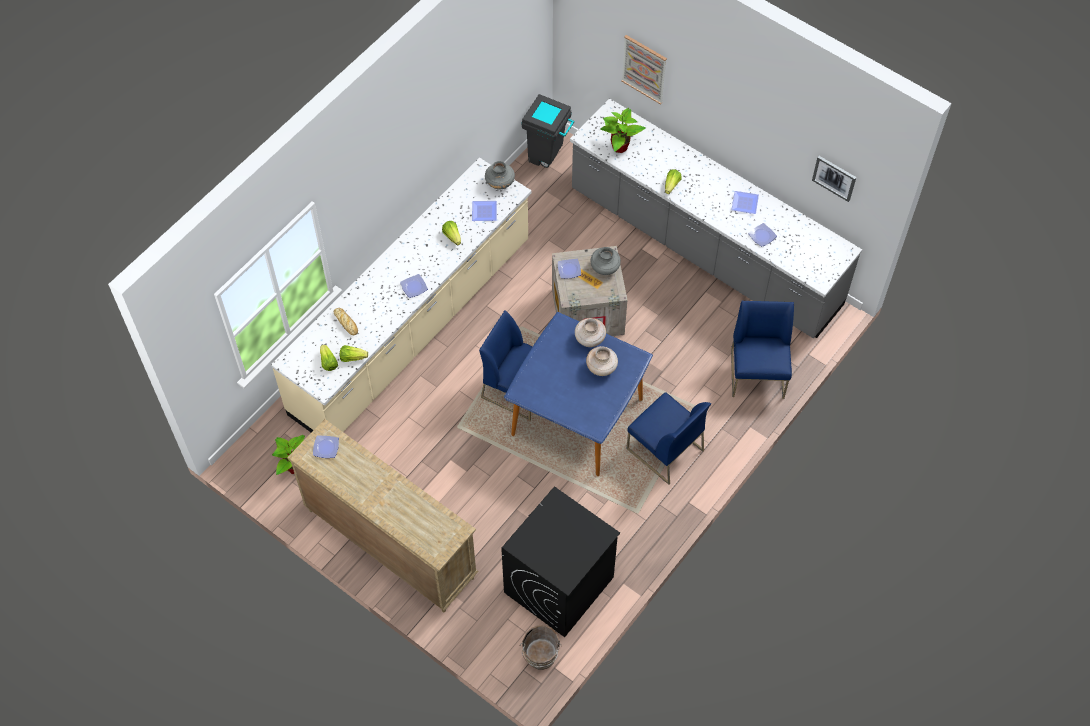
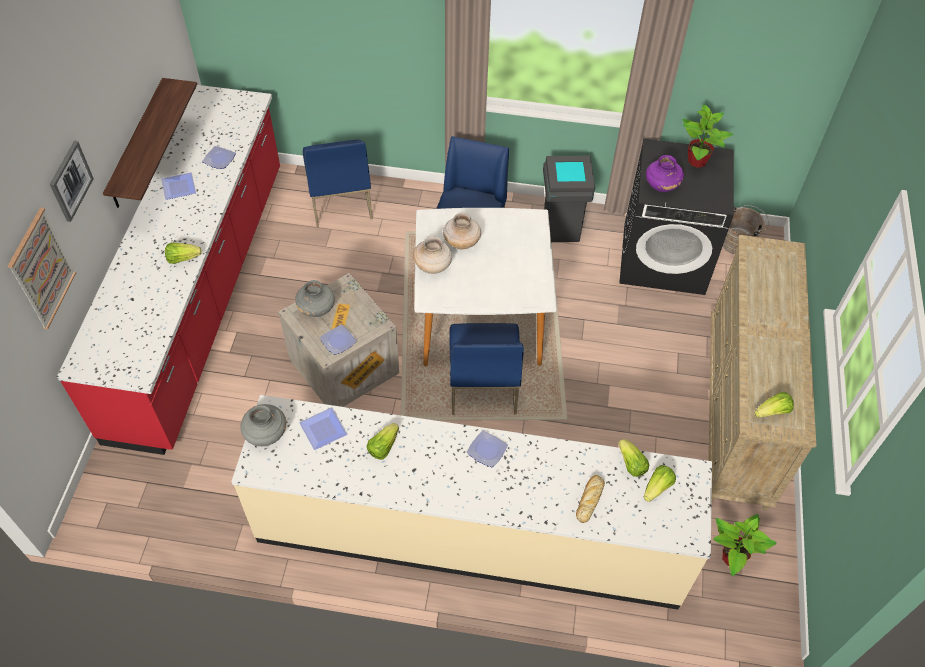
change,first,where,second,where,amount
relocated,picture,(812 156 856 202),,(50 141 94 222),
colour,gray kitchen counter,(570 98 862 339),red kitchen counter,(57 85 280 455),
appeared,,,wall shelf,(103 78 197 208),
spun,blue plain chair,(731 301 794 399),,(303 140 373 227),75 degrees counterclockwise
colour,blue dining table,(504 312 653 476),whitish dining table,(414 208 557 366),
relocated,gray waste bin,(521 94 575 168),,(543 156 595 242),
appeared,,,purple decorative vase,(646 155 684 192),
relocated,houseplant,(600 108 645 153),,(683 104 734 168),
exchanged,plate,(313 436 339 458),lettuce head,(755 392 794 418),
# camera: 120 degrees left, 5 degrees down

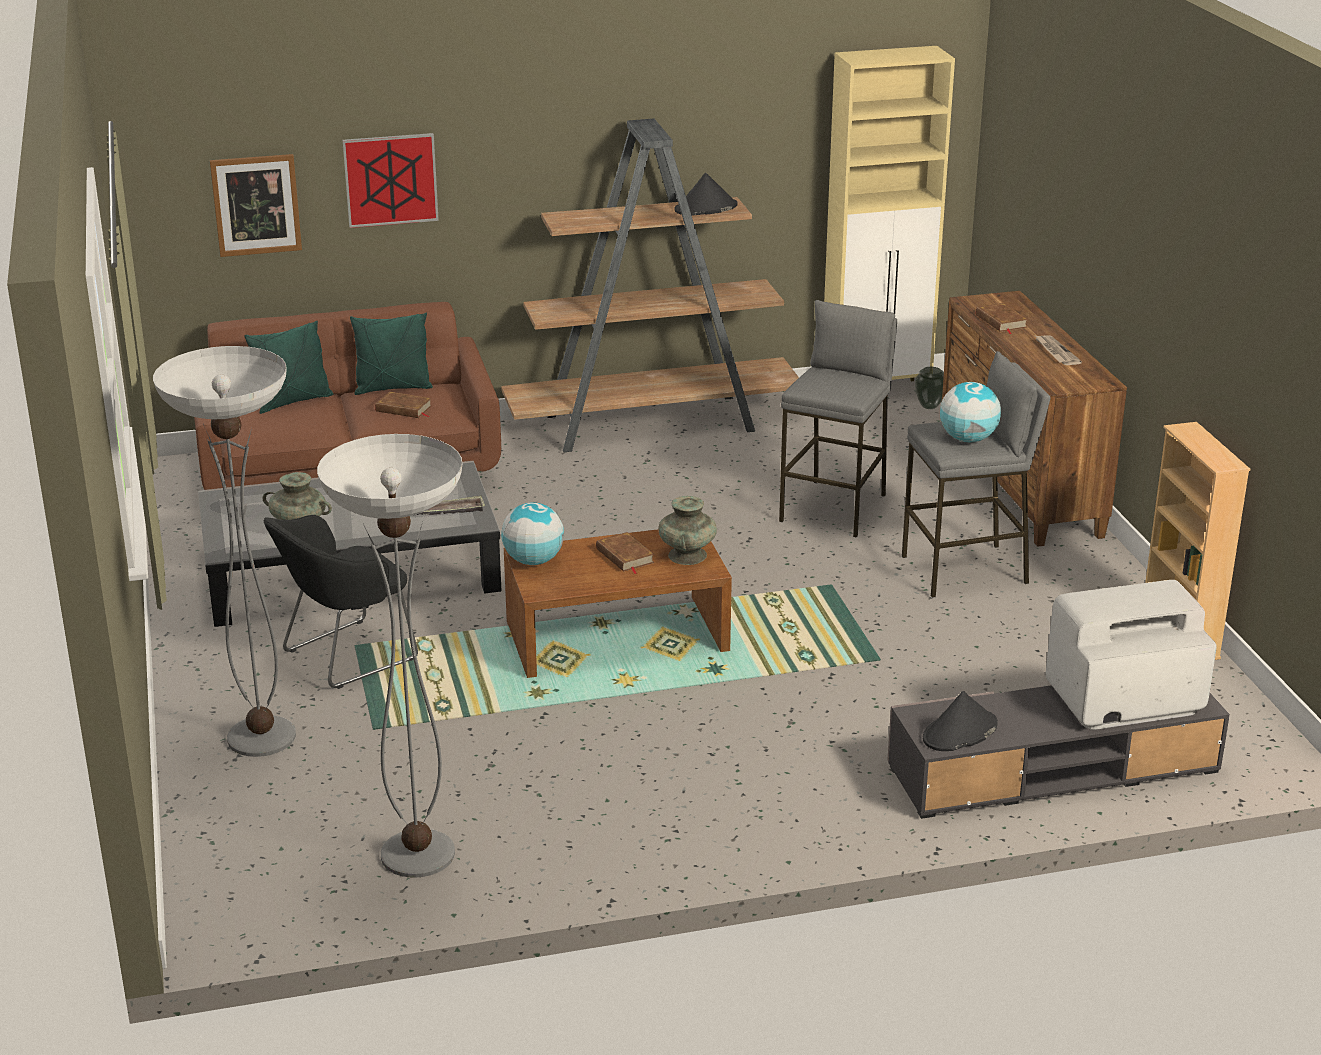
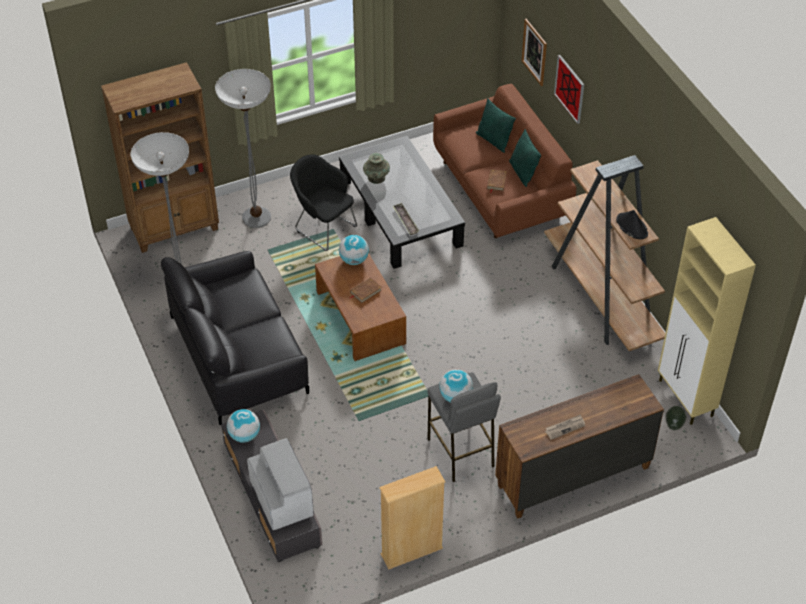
change,first,where,second,where,amount
appeared,,,brown bookshelf,(101 62 219 253),
appeared,,,black settee,(161 251 309 425),
exchanged,black clothing hat,(923 691 998 751),globe,(227 409 260 442),
missing,blue-green decorative vase,(658 496 717 565),,,
missing,gray stool seat,(779 300 897 538),,,
missing,brown bound book,(976 303 1028 334),,,
# camera: 80 degrees right, 20 degrees up

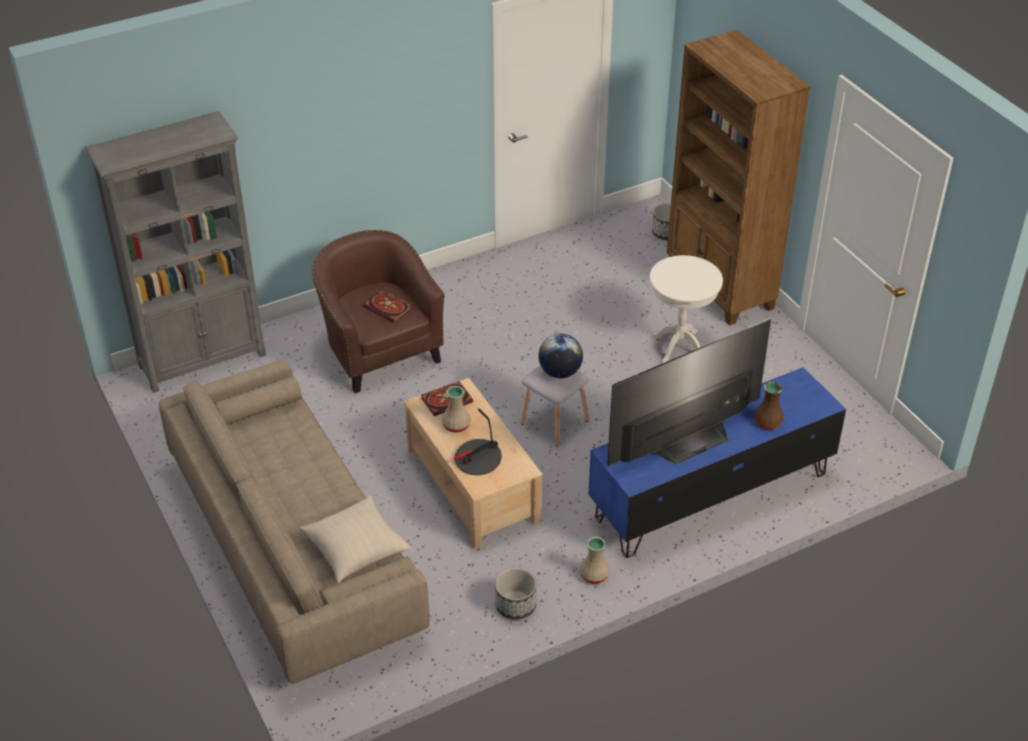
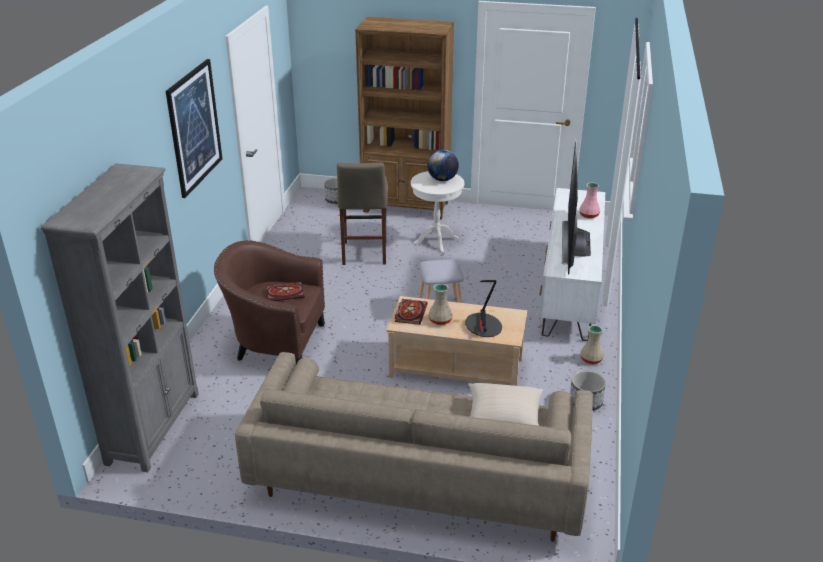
change,first,where,second,where,amount
appeared,,,picture,(166 59 222 198),
appeared,,,sand-coloured stool seat,(337 162 388 265),
relocated,globe,(538 334 583 378),,(427 149 459 181),
colour,blue tv unit,(588 367 846 558),whitish tv unit,(539 188 605 341),
colour,brown decorative vase,(754 382 784 429),pink decorative vase,(579 183 600 219),
# camera: 50 degrees left, 10 degrees down

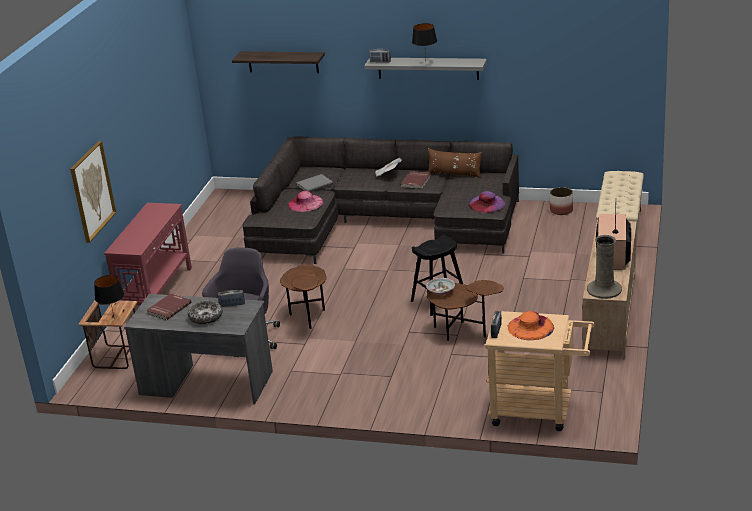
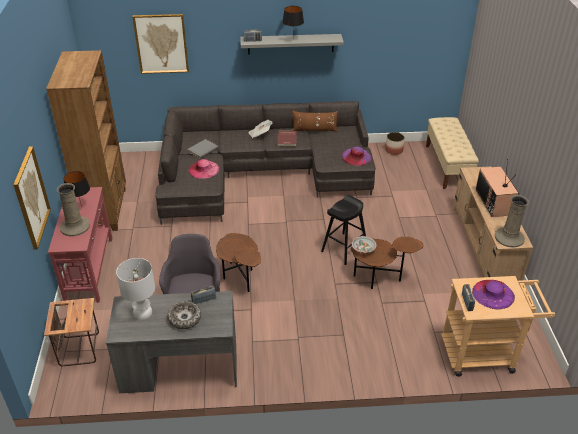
change,first,where,second,where,amount
appeared,,,brown bookshelf,(46 50 126 231),
appeared,,,sand-coloured decorative vase,(57 183 90 236),
relocated,black tabletop lamp,(94 275 124 316),,(64 171 90 208),
exchanged,red bound book,(146 293 191 320),whitish tabletop lamp,(116 258 155 320),
exchanged,wall shelf,(232 52 325 73),picture,(132 14 189 74),
colour,orange clothing hat,(508 311 554 340),purple clothing hat,(472 280 515 309),
# camera: 20 degrees left, 10 degrees up

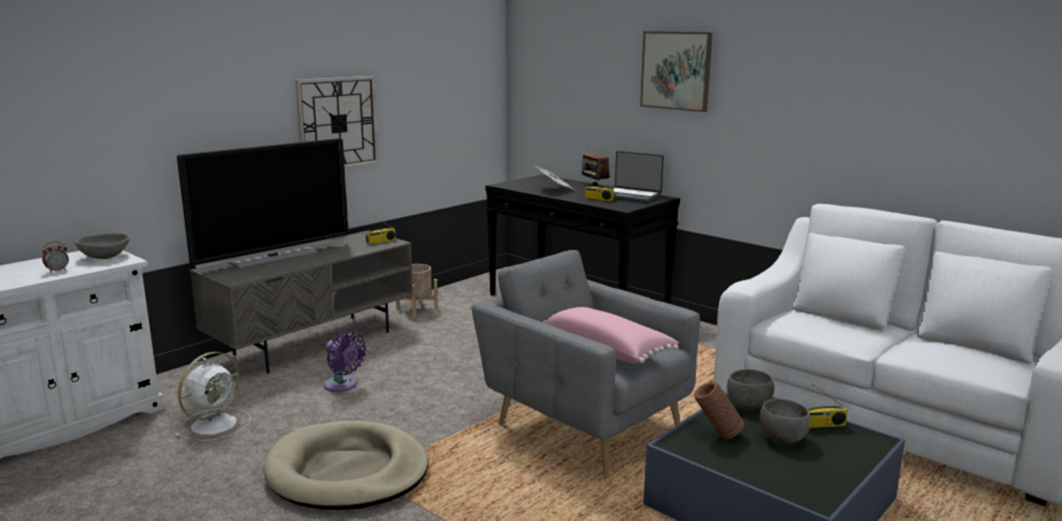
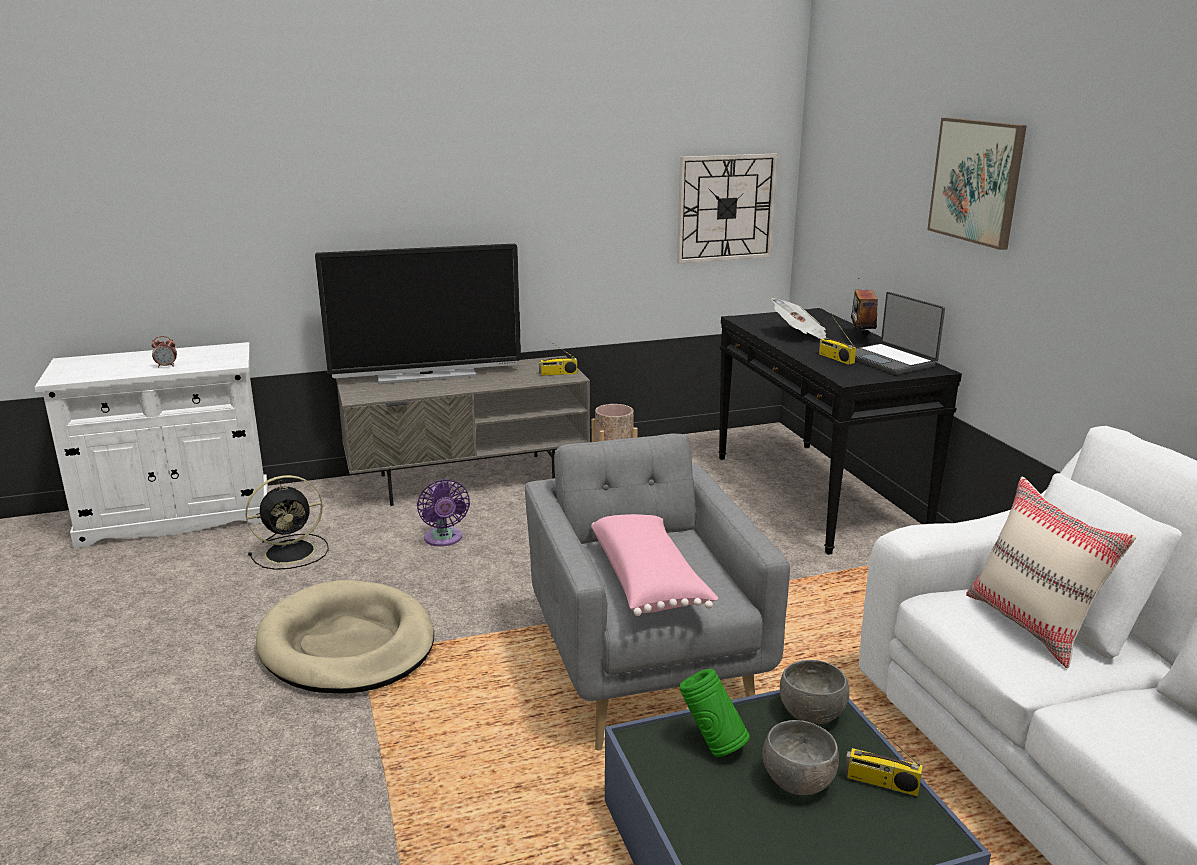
change,first,where,second,where,amount
colour,whitish fan,(174 352 251 441),black fan,(246 475 329 570),
relocated,hanging clock,(295 76 379 168),,(677 154 778 263),
colour,brown decorative vase,(694 381 744 439),green decorative vase,(679 669 750 757),
appeared,,,sand-coloured cushion,(966 477 1136 668),
missing,gray bowl,(75 233 130 259),,,
# camera: 30 degrees right, 5 degrees up

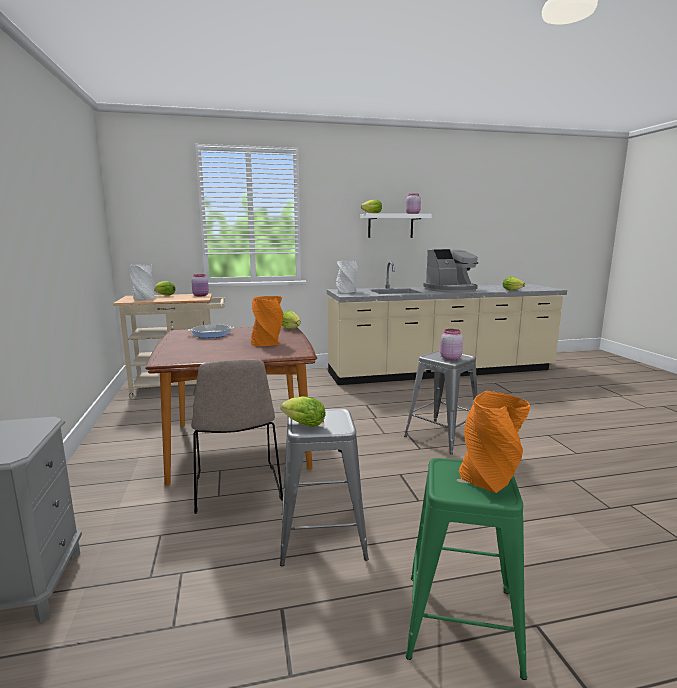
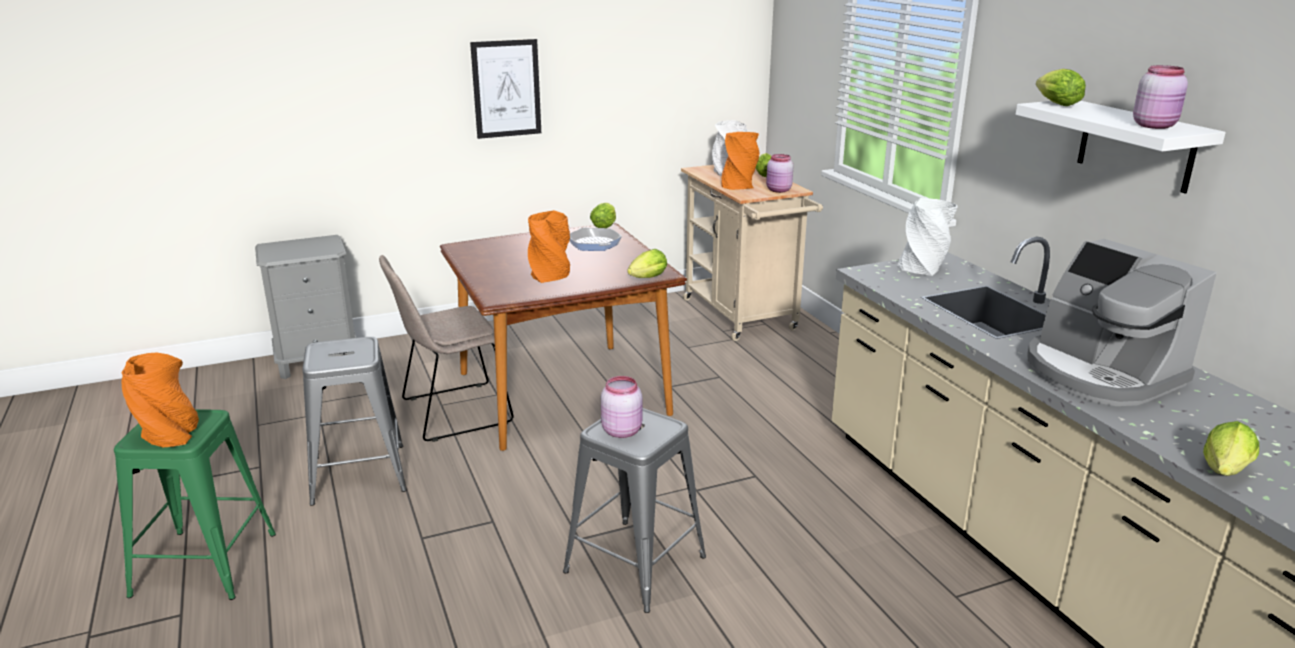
change,first,where,second,where,amount
appeared,,,picture,(470 39 541 139),
relocated,lettuce head,(280 396 326 427),,(590 203 616 228),
appeared,,,orange decorative vase,(721 132 760 190),
# camera: 80 degrees right, 10 degrees up

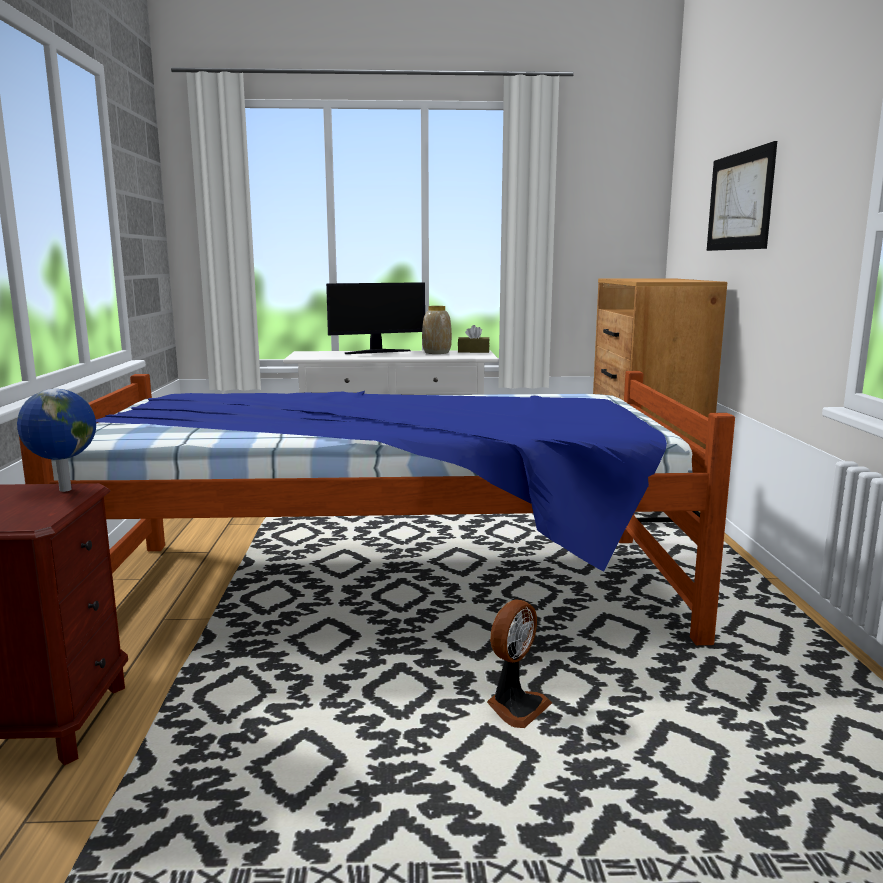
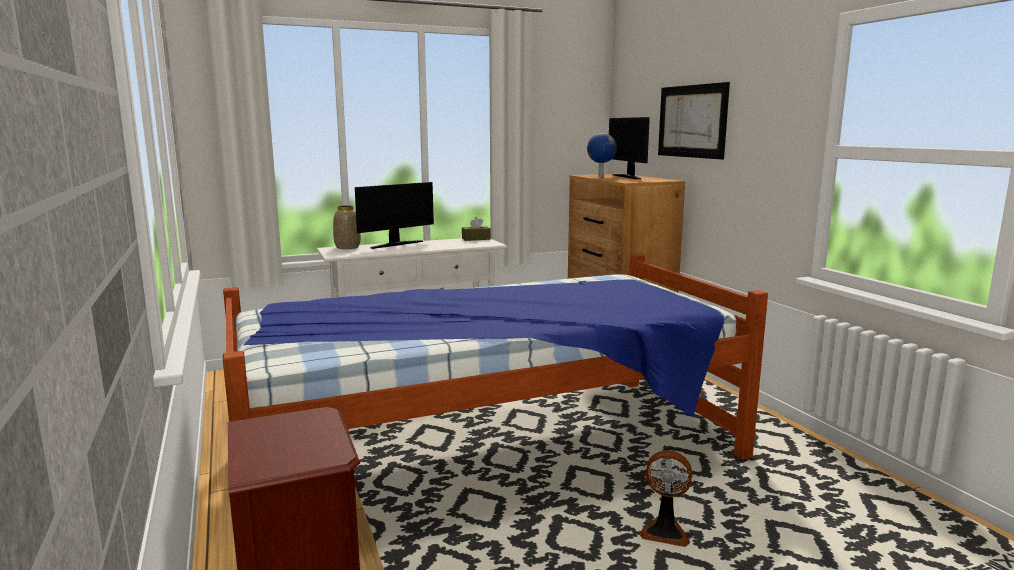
change,first,where,second,where,amount
relocated,decorative vase,(422 306 452 354),,(333 205 361 249),
relocated,globe,(17 389 96 492),,(587 133 617 177),
appeared,,,monitor,(609 117 650 180),
spun,fan,(487 600 552 728),,(639 450 692 547),90 degrees clockwise
# camera: 20 degrees left, 0 degrees up

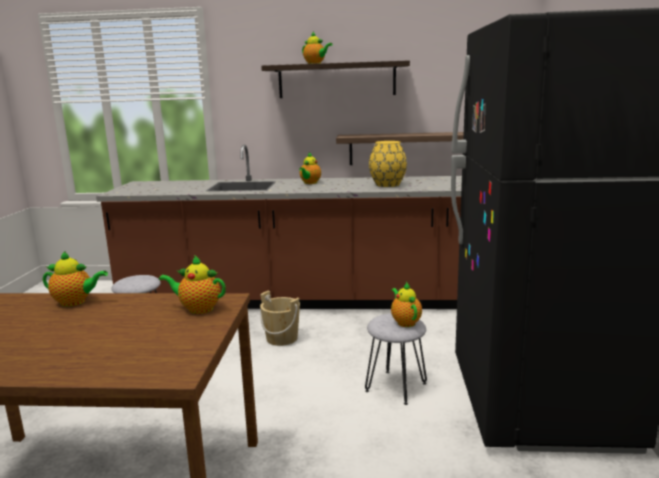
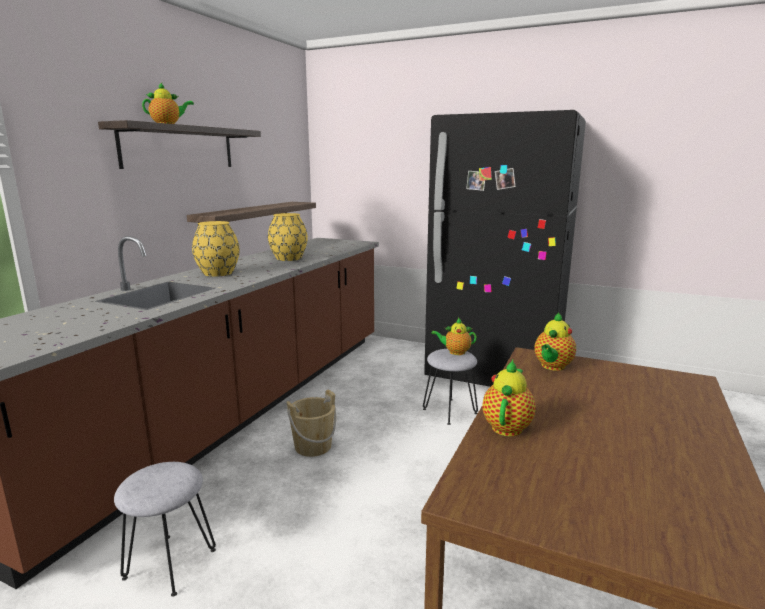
change,first,where,second,where,amount
exchanged,pot for tea,(299 152 321 184),yellow decorative vase,(192 221 240 277),
# camera: 70 degrees left, 0 degrees up

